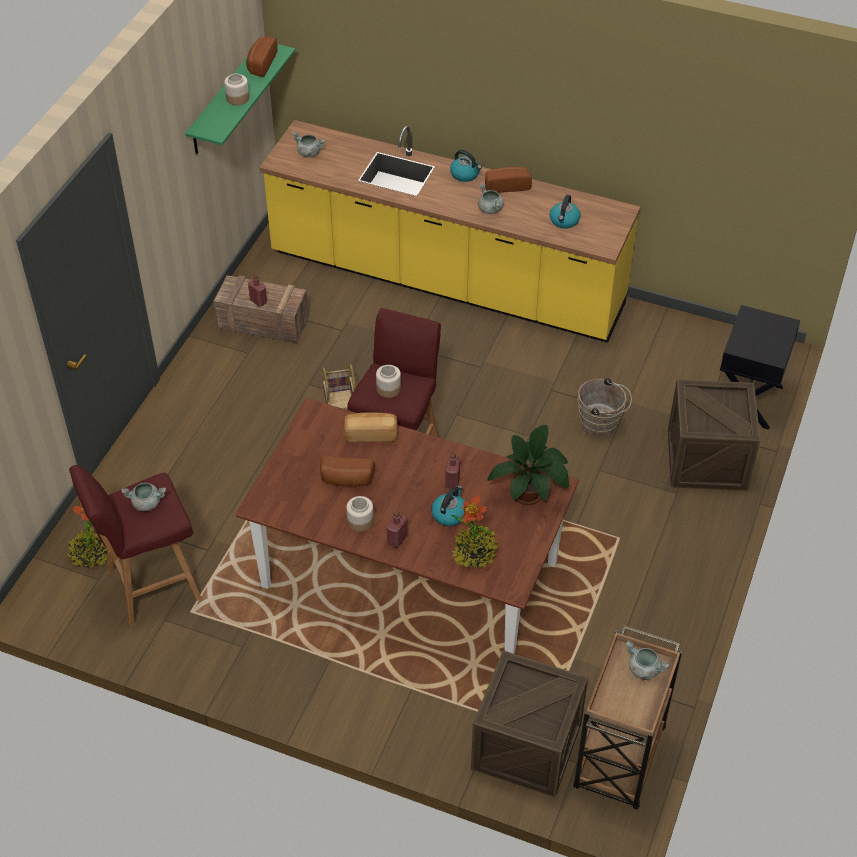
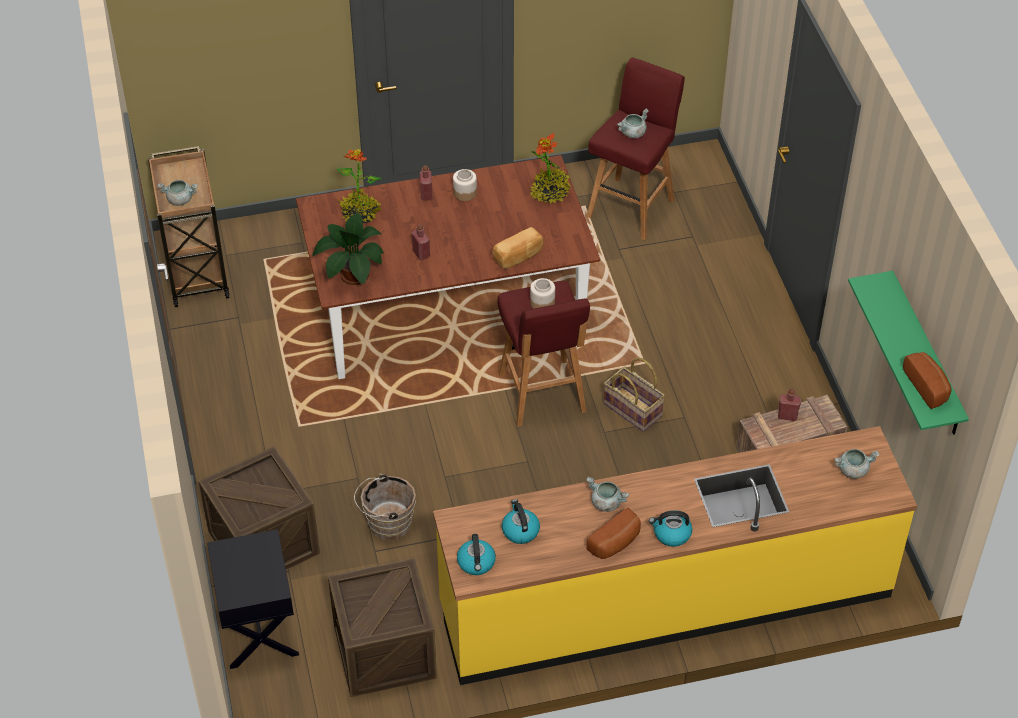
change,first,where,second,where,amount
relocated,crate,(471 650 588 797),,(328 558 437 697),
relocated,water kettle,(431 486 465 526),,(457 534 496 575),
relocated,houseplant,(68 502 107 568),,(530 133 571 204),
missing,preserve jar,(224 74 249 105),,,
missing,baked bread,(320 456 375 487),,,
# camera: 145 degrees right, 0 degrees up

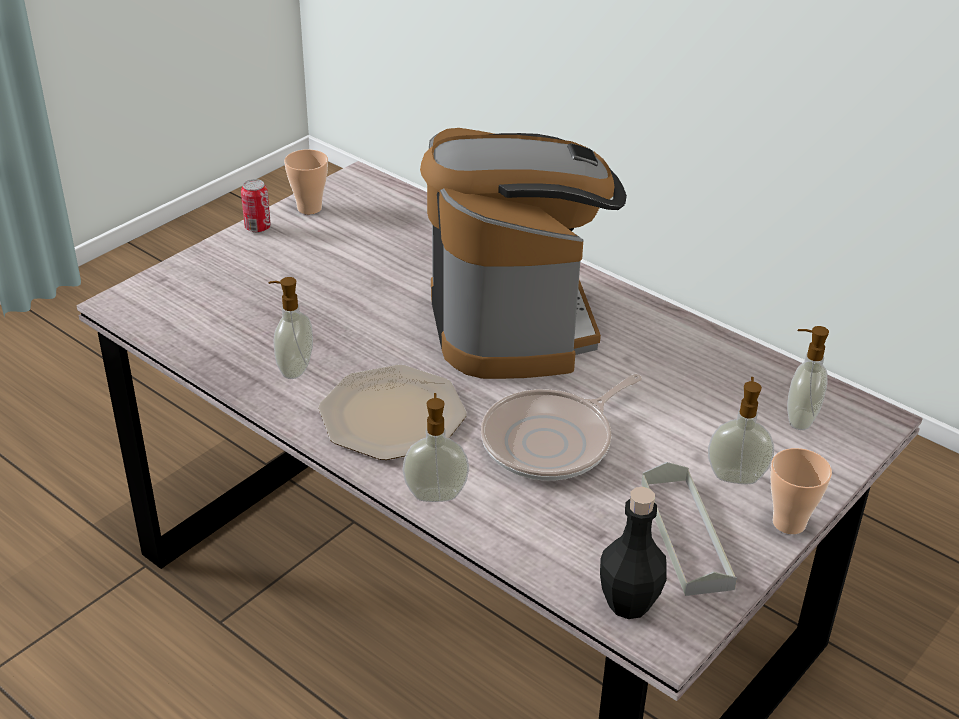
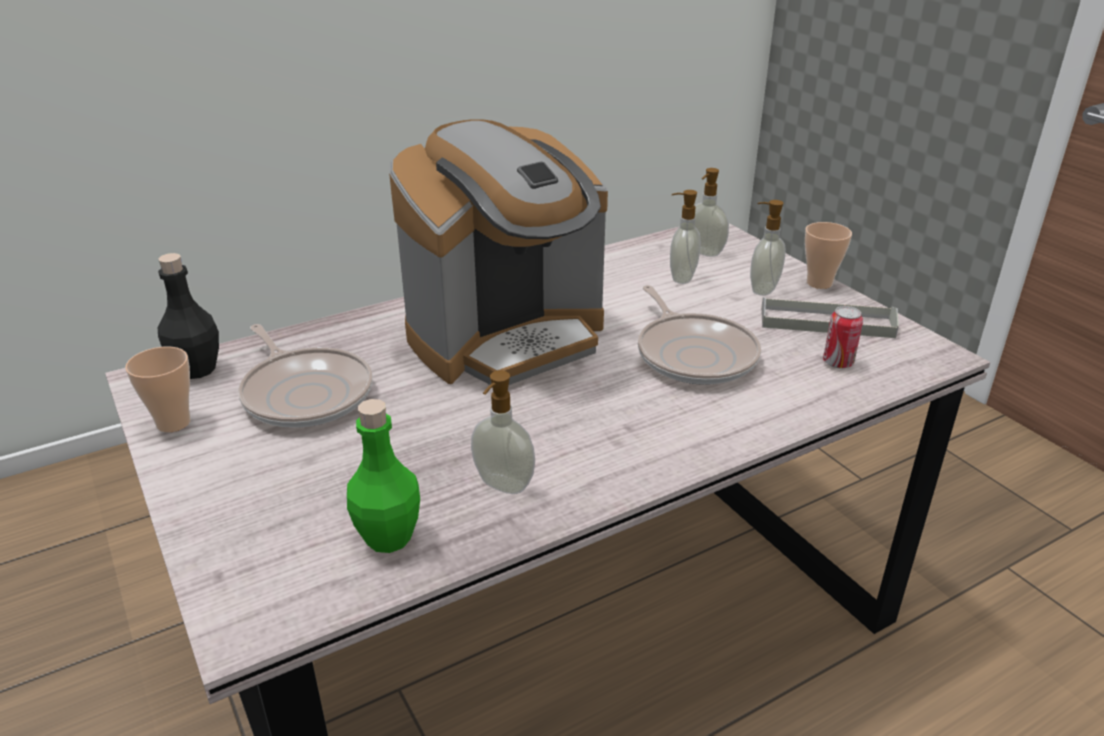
change,first,where,second,where,amount
relocated,black drink bottle,(600 487 667 619),,(158 253 219 379),
appeared,,,pan,(238 324 372 428),
appeared,,,green drink bottle,(347 399 420 553),
spun,coffee maker,(420 128 627 379),,(389 119 608 385),135 degrees clockwise
relocated,soap bottle,(402 393 469 502),,(670 190 701 284),
relocated,sealed can,(241 179 271 233),,(823 306 863 369),
missing,plate,(318 365 467 460),,,
# camera: 70 degrees left, 5 degrees down

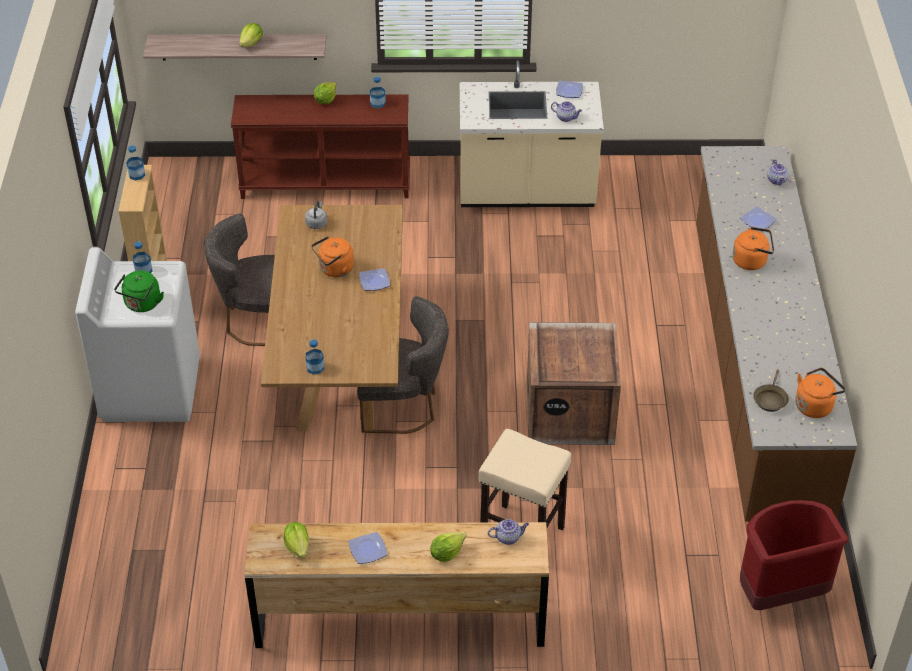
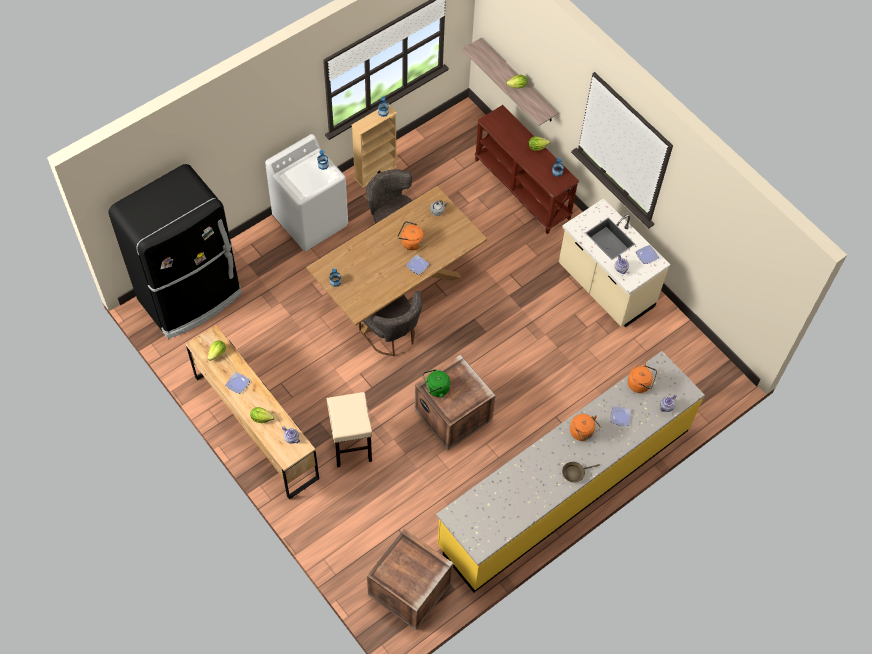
change,first,where,second,where,amount
appeared,,,black fridge,(108 164 242 339),
exchanged,red waste bin,(740 500 848 610),crate,(367 529 453 630),
relocated,green water kettle,(114 270 164 312),,(423 369 450 398),
colour,brown kitchen counter,(696 146 857 522),yellow kitchen counter,(436 351 705 592),
relocated,brown pan,(753 369 789 412),,(562 462 600 483),
relocated,orange water kettle,(795 368 846 418),,(627 363 657 393),
# camera: 50 degrees right, 15 degrees up

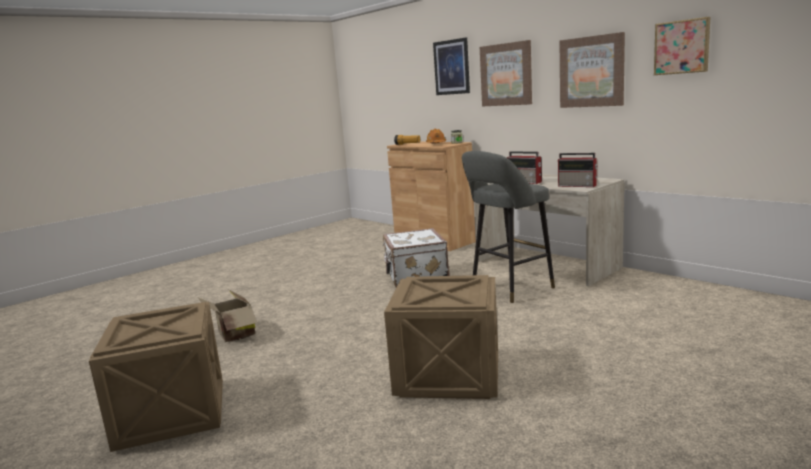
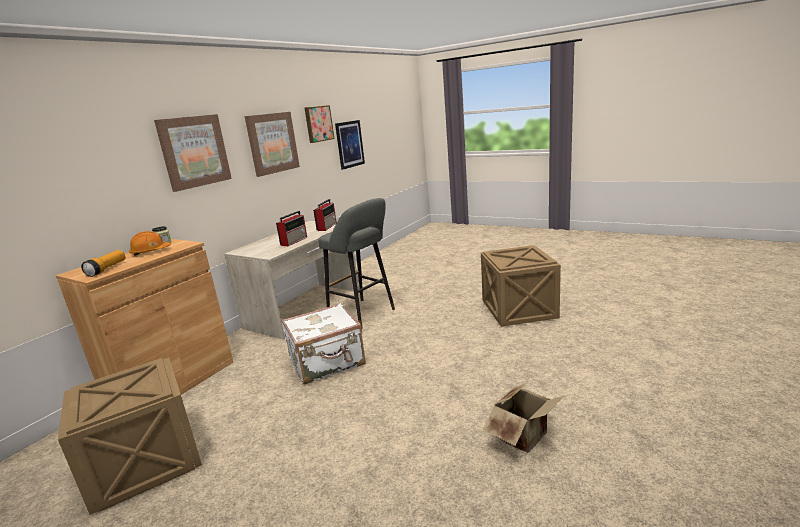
change,first,where,second,where,amount
relocated,crate,(89 302 223 452),,(58 357 202 515),
relocated,picture,(433 38 470 95),,(335 120 365 170),
# camera: 105 degrees left, 5 degrees up

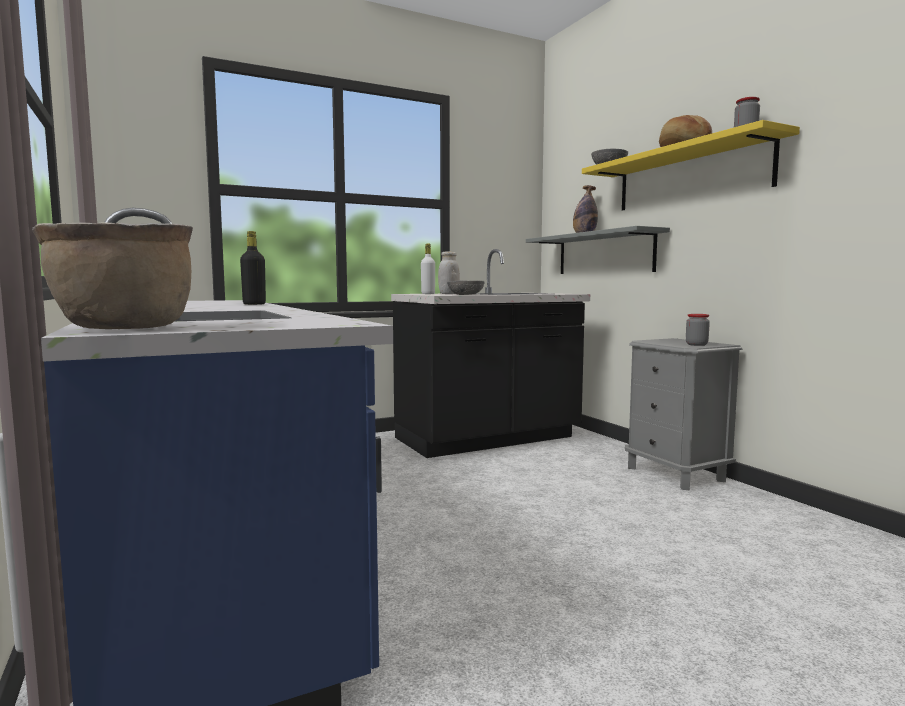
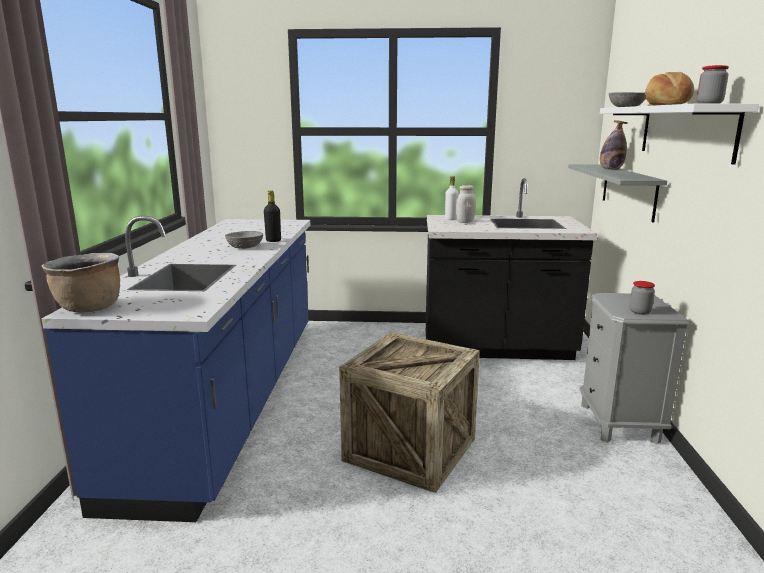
change,first,where,second,where,amount
relocated,gray bowl,(447 280 485 295),,(225 231 263 249),
appeared,,,crate,(339 332 480 493),
colour,yellow wall shelf,(582 120 800 210),whitish wall shelf,(600 103 759 164),
# camera: 30 degrees right, 10 degrees up

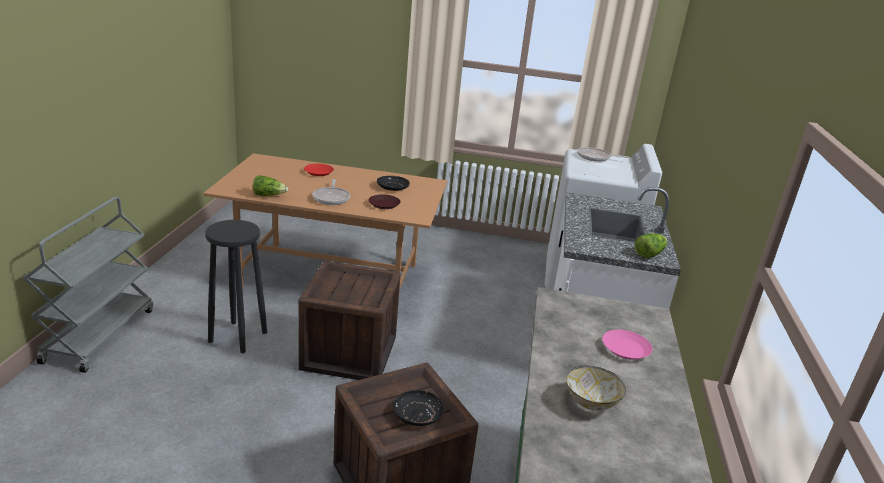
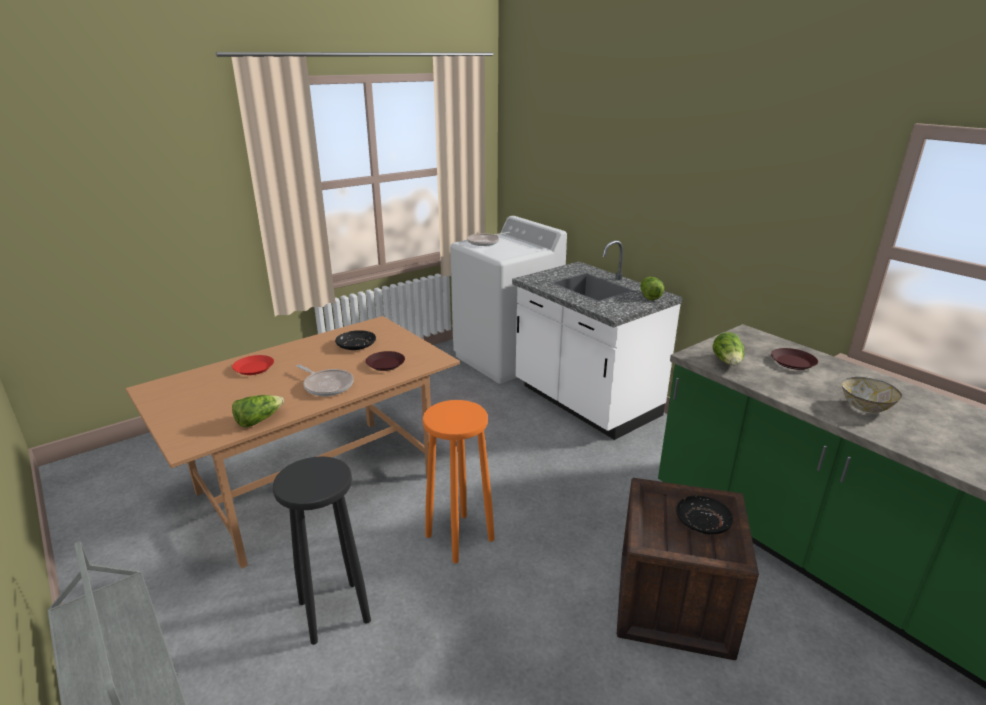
change,first,where,second,where,amount
exchanged,crate,(298 261 401 380),orange stool seat,(422 400 495 563),
appeared,,,lettuce head,(713 332 744 365),
colour,pink plate,(602 330 653 360),brown plate,(771 348 818 370),
# camera: 45 degrees left, 0 degrees up

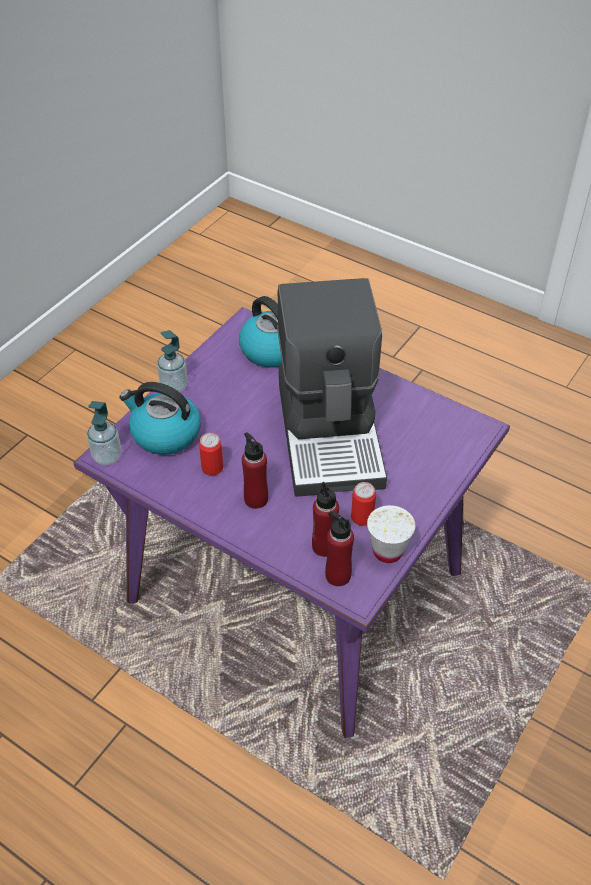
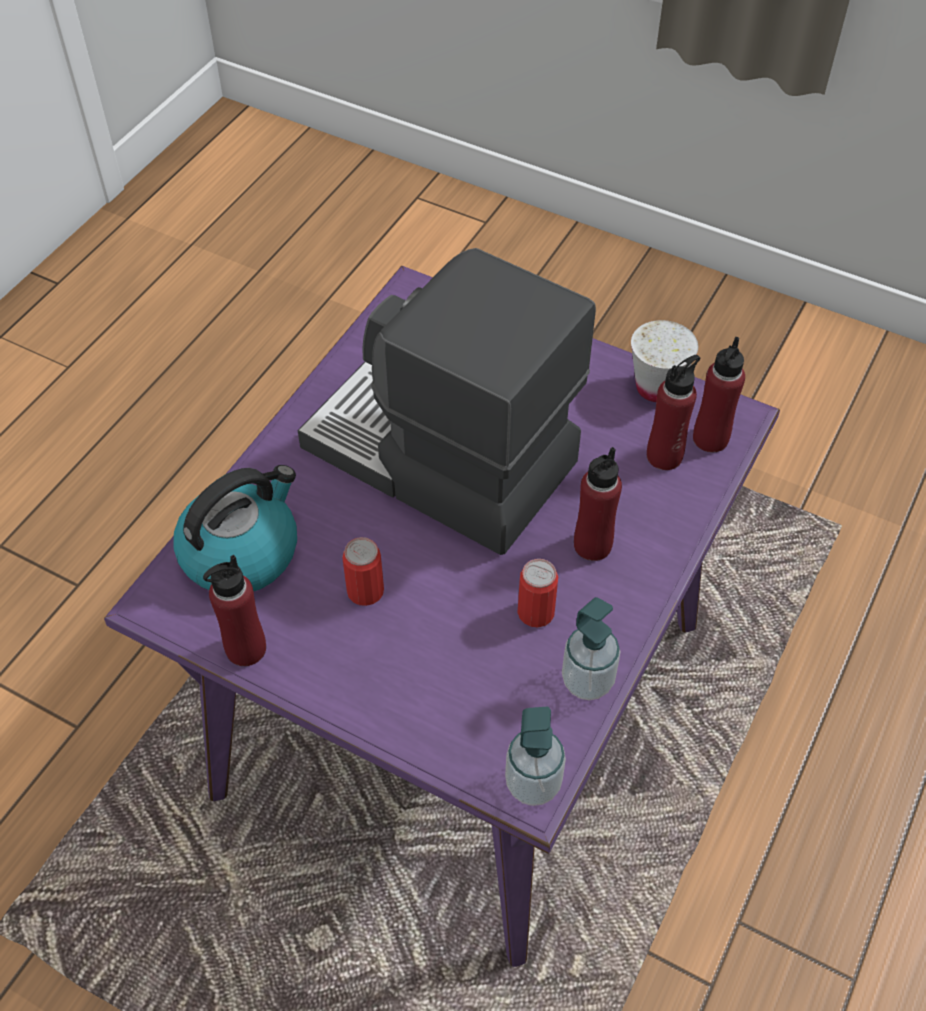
change,first,where,second,where,amount
appeared,,,red drink bottle,(203 555 266 666),
spun,coffee maker,(277 278 387 497),,(298 248 596 555),135 degrees counterclockwise
relocated,sealed can,(351 482 376 526),,(342 537 384 606),
relocated,soap bottle,(157 330 188 392),,(562 597 621 700),
missing,water kettle,(119 382 201 455),,,
# camera: 95 degrees left, 5 degrees up

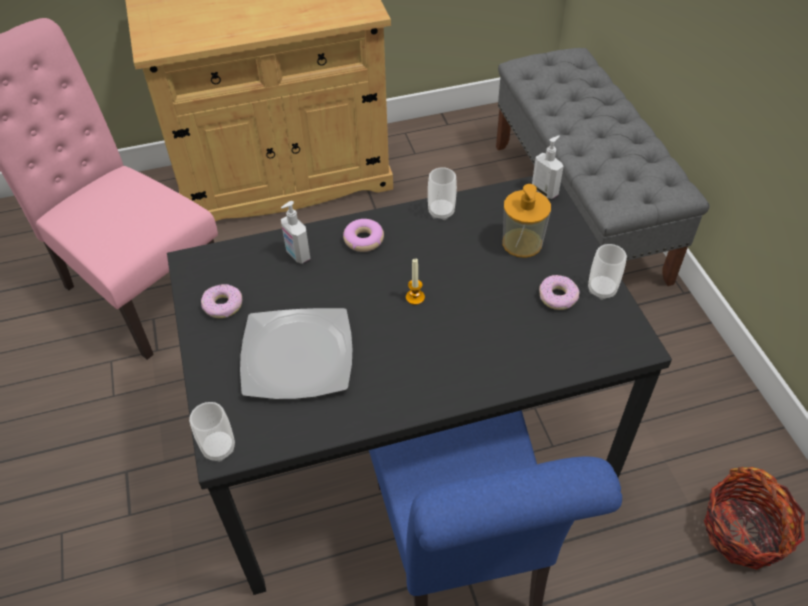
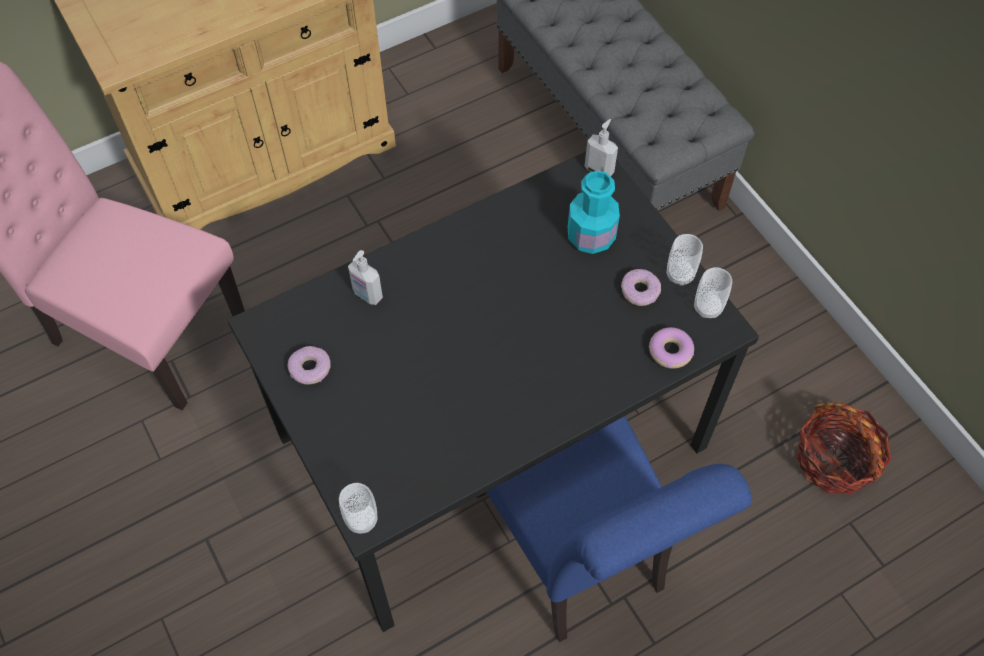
change,first,where,second,where,amount
exchanged,soap bottle,(502 184 551 258),blue-green drink bottle,(568 170 620 254),
relocated,doughnut,(343 219 384 252),,(649 327 694 369),
relocated,cup,(428 167 457 220),,(694 267 732 318),
missing,plate,(240 308 353 400),,,
missing,candle,(406 258 425 305),,,
# camera: 15 degrees left, 10 degrees up

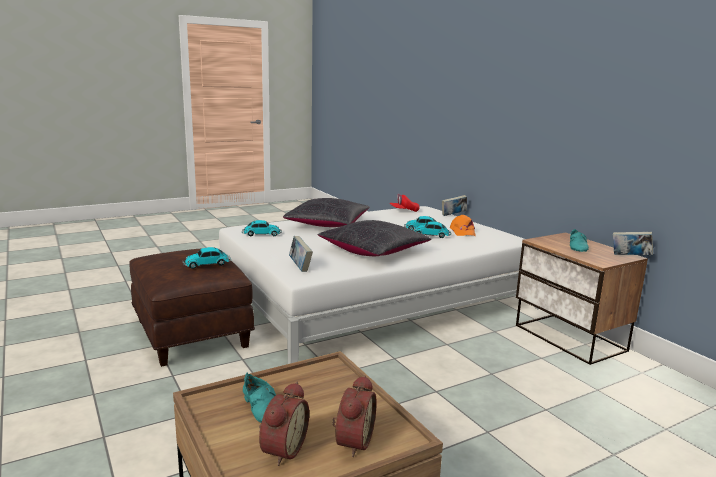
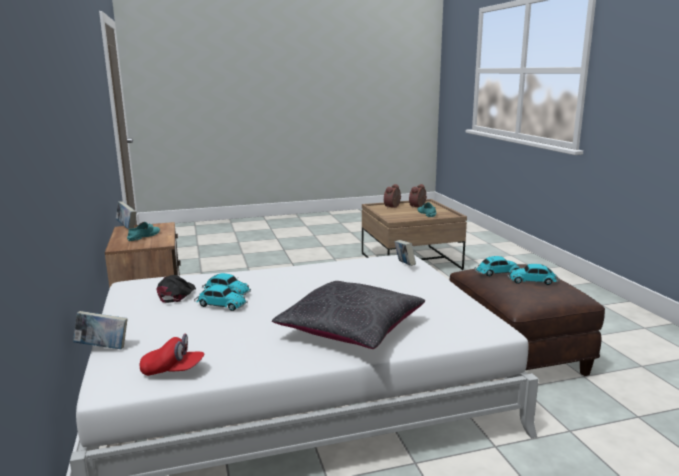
change,first,where,second,where,amount
colour,orange baseball cap,(450 215 476 236),black baseball cap,(156 275 196 303),
relocated,model car,(242 220 282 236),,(507 264 560 285),
missing,black cushion,(318 220 431 256),,,
# camera: 165 degrees left, 0 degrees up

